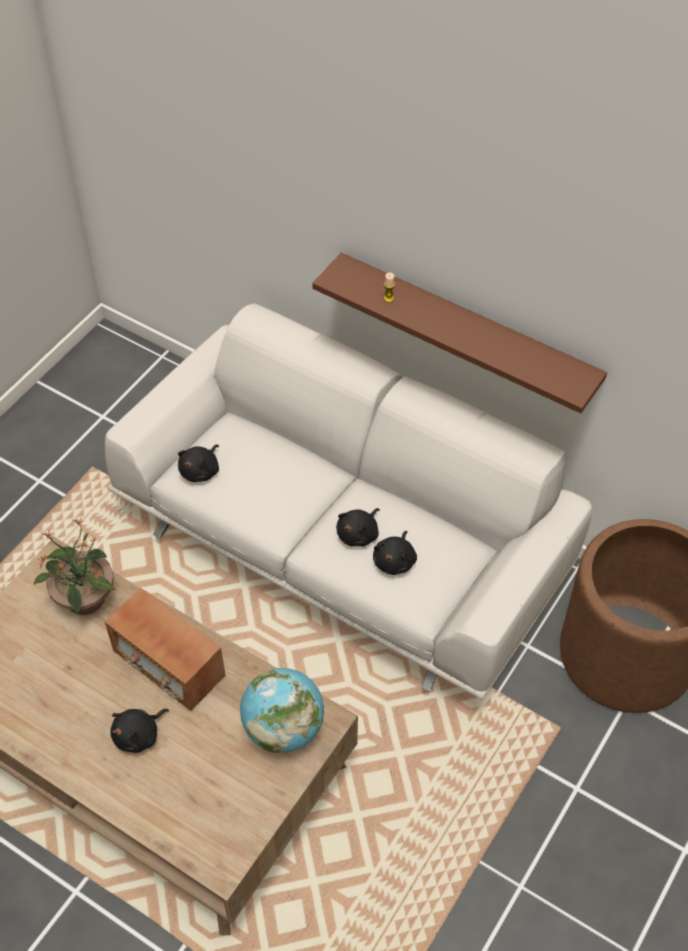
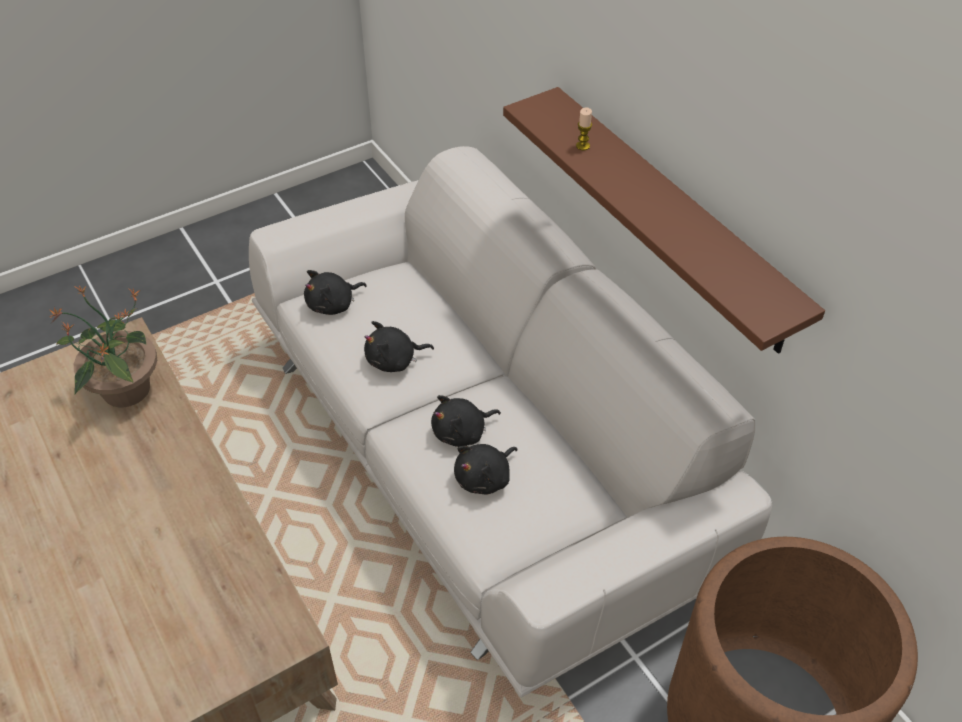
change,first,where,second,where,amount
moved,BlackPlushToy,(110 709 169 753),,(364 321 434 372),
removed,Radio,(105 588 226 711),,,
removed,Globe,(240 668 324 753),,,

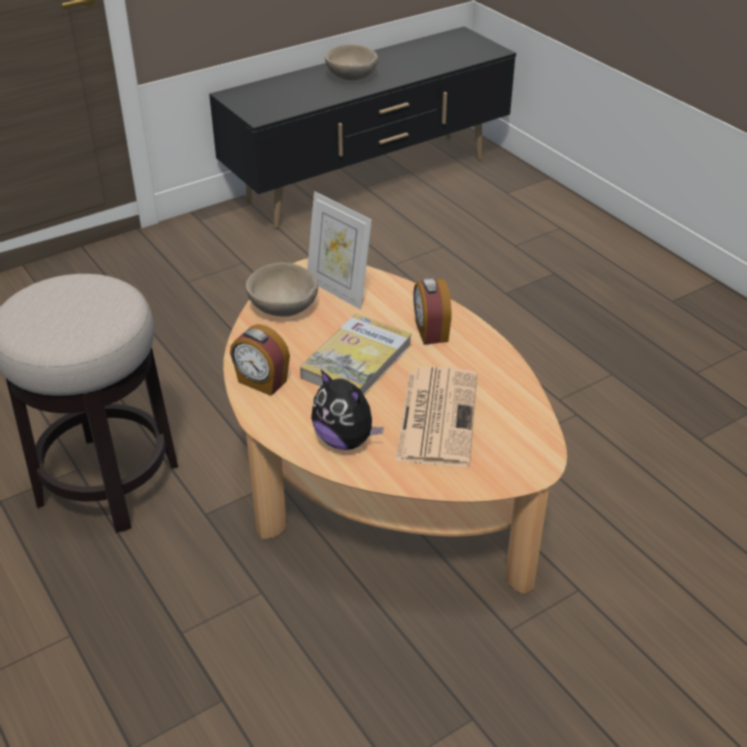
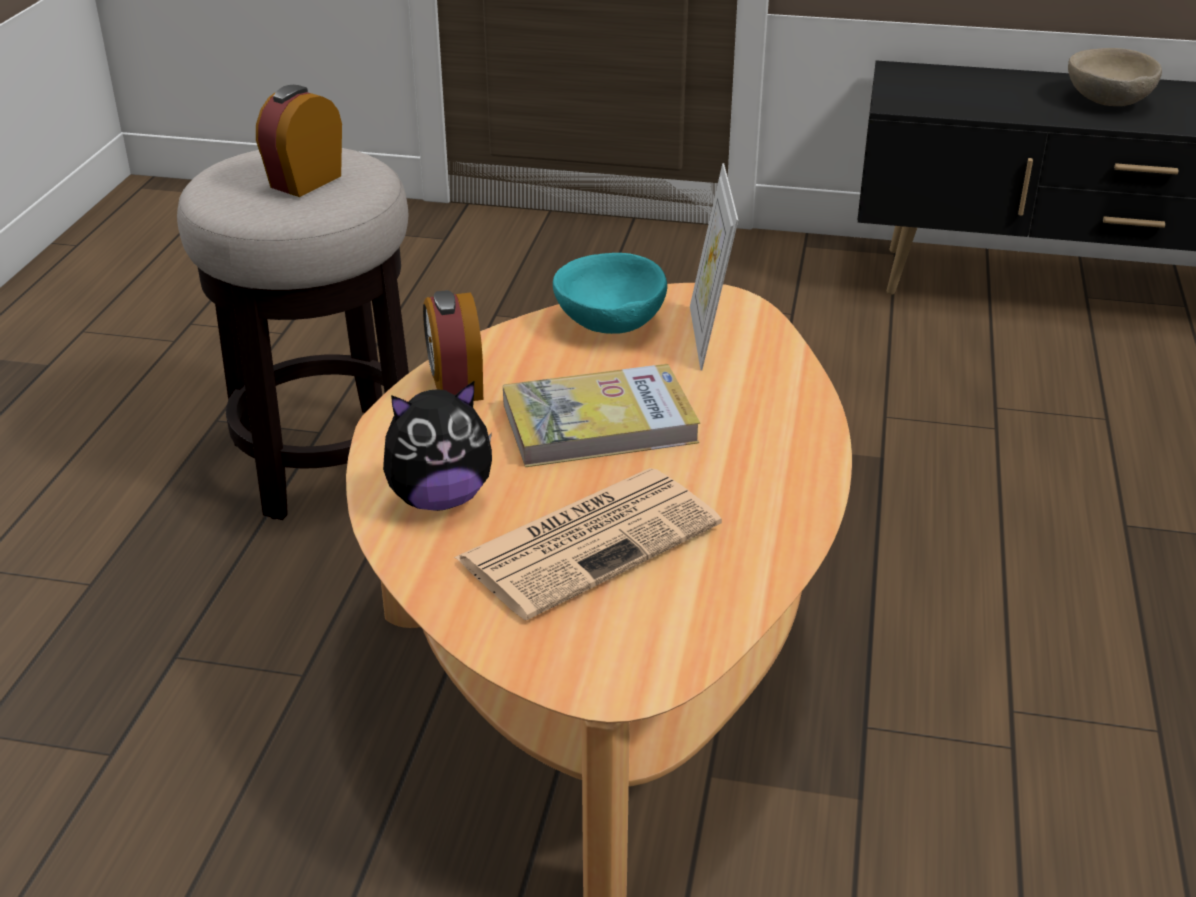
change,first,where,second,where,amount
moved,AlarmClock,(413 277 451 345),,(256 85 342 197),
turned,PlushToy,(311 370 384 450),,(383 381 492 511),105 degrees counterclockwise
recoloured,BeigeBowl,(246 263 318 317),TurquoiseBowl,(553 253 667 334),

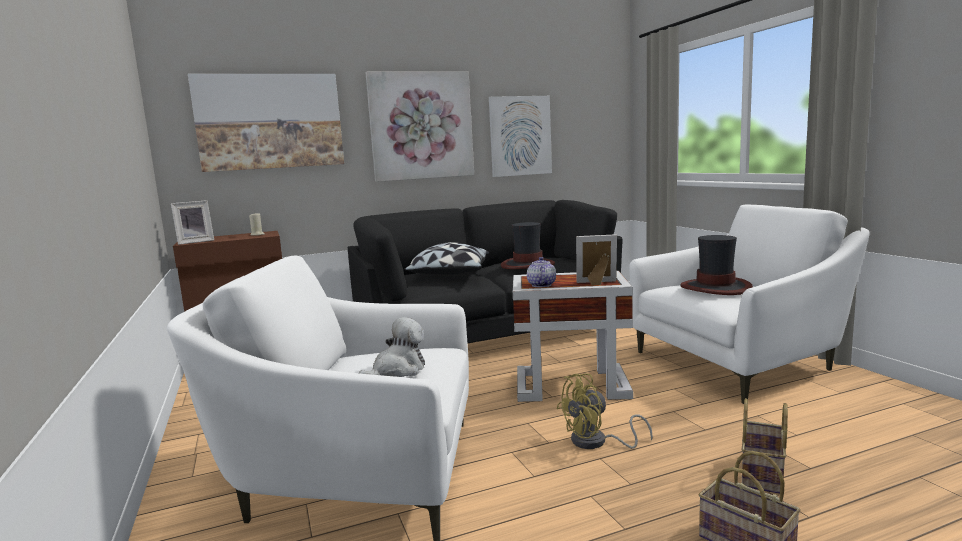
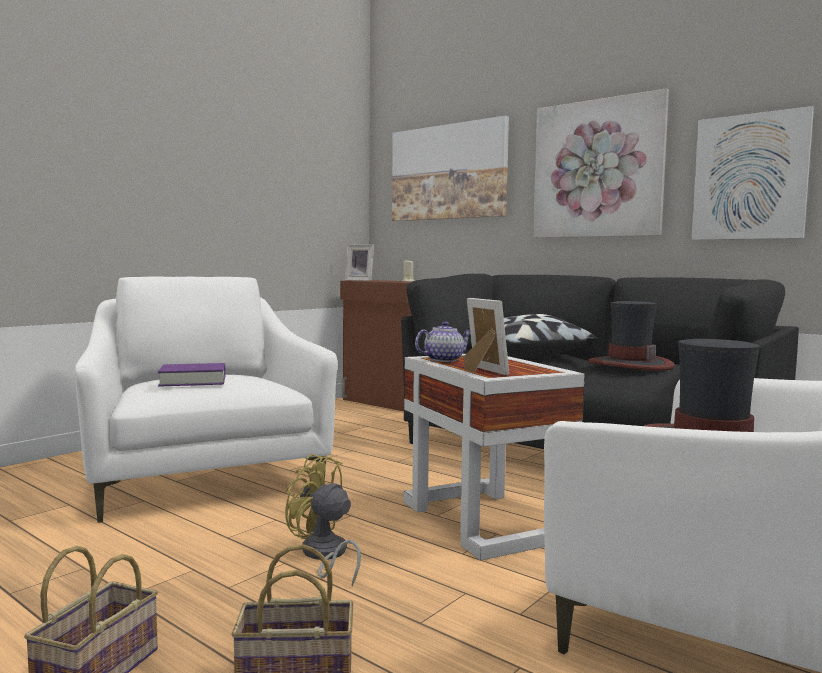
change,first,where,second,where,amount
replaced,PlushToy,(359 317 425 377),PurpleBook,(158 363 225 387),

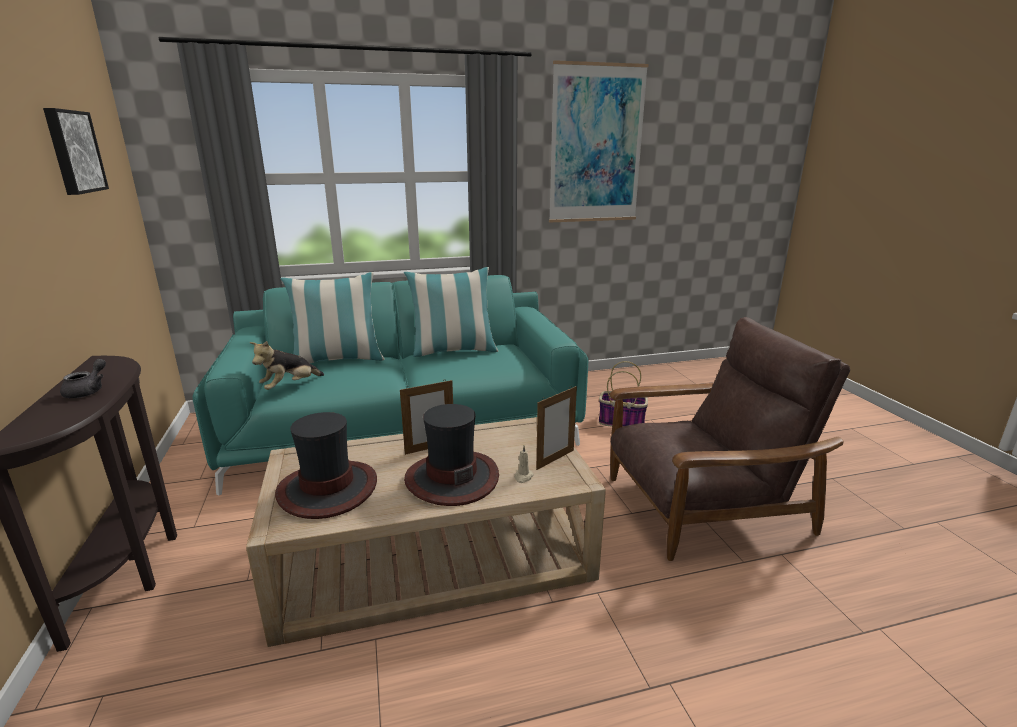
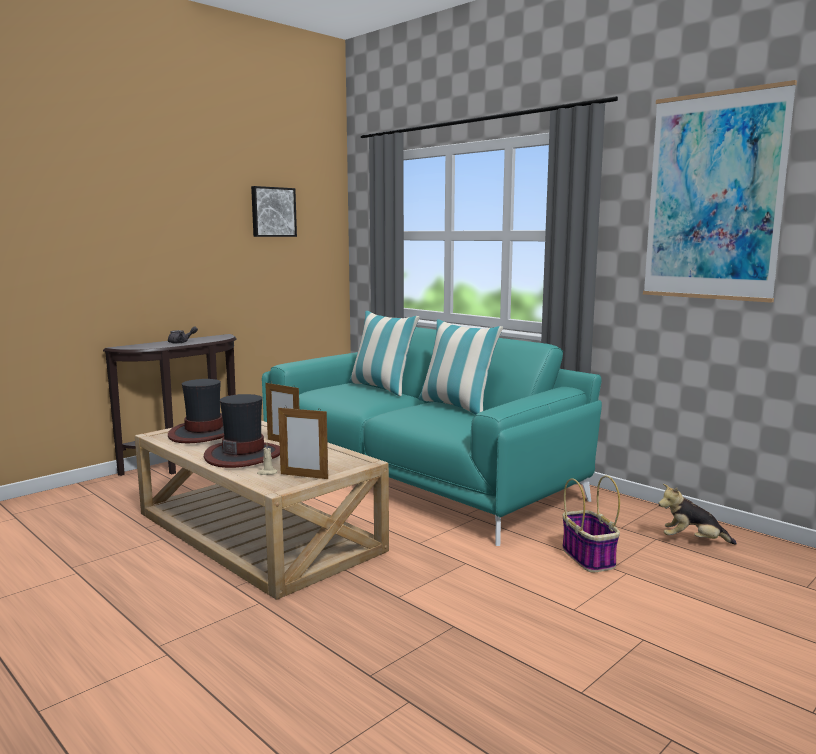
change,first,where,second,where,amount
moved,PlushToy,(250 341 324 390),,(658 484 737 545),
removed,BrownArmchair,(609 317 850 561),,,

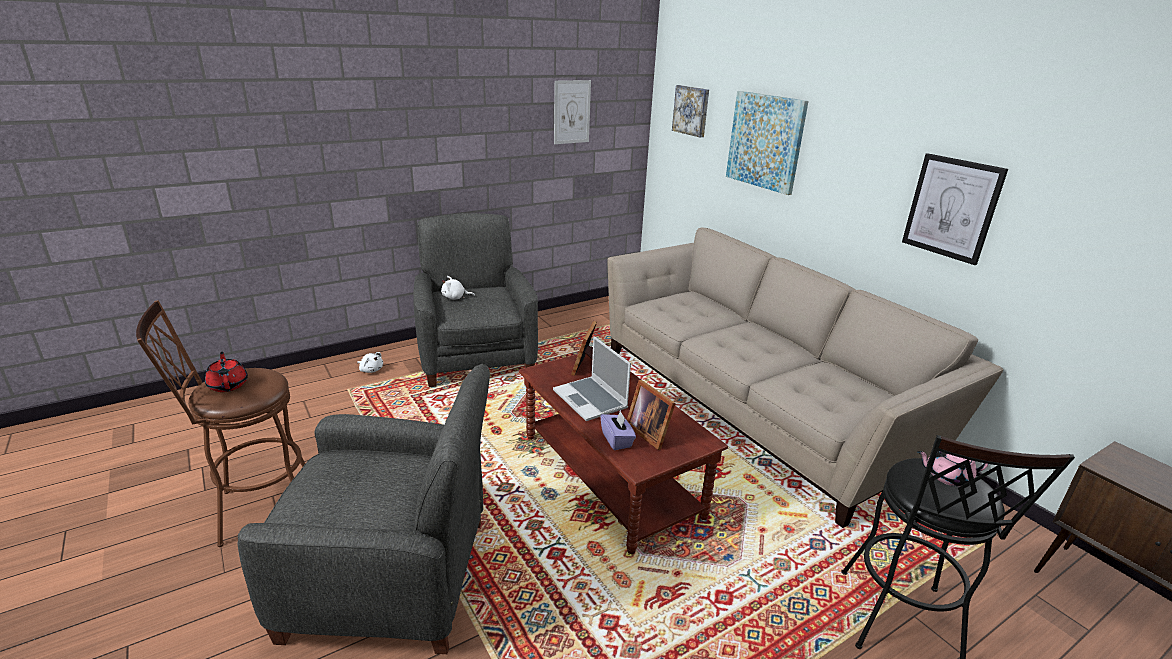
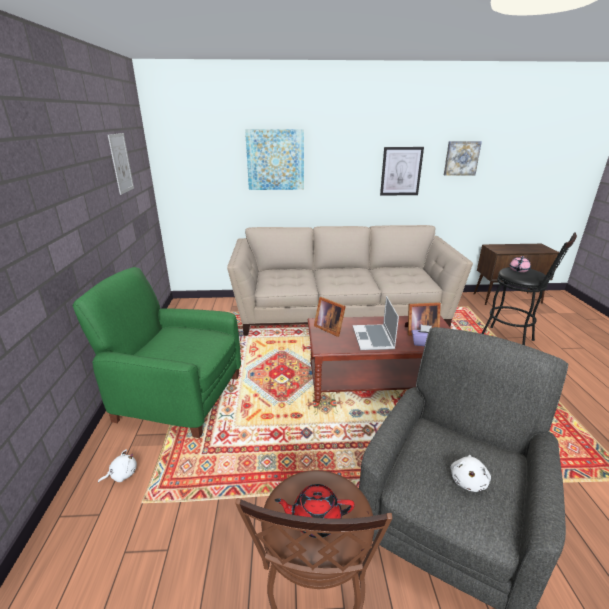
change,first,where,second,where,amount
recoloured,GreyArmchair,(413 213 538 387),GreenArmchair,(73 267 241 438),
turned,Laptop,(553 336 631 421),,(353 296 399 350),90 degrees clockwise
moved,Picture,(672 85 709 137),,(444 141 482 176),
moved,WhitePlushToy,(441 276 475 299),,(450 455 491 492),

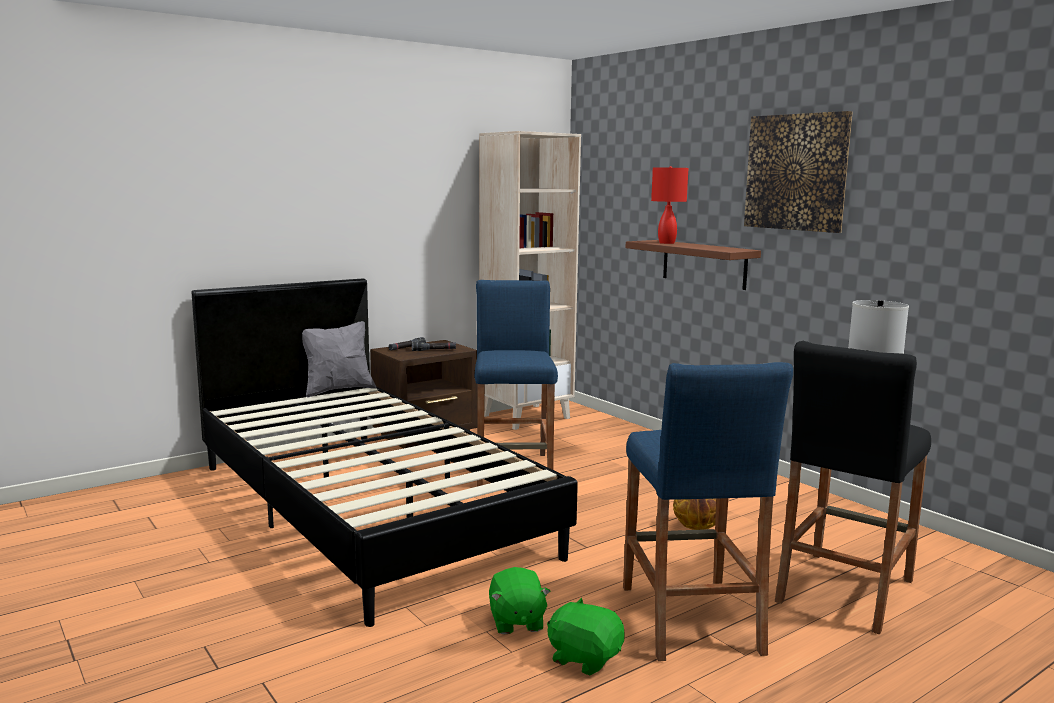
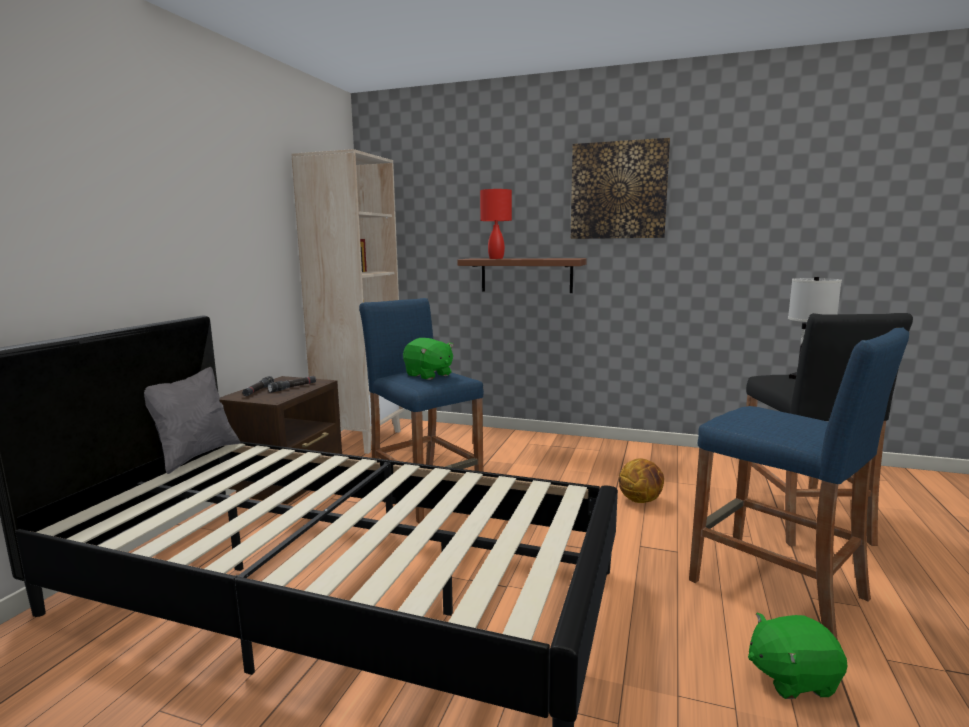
change,first,where,second,where,amount
moved,GreenPlushToy,(489 567 551 635),,(403 338 454 380),

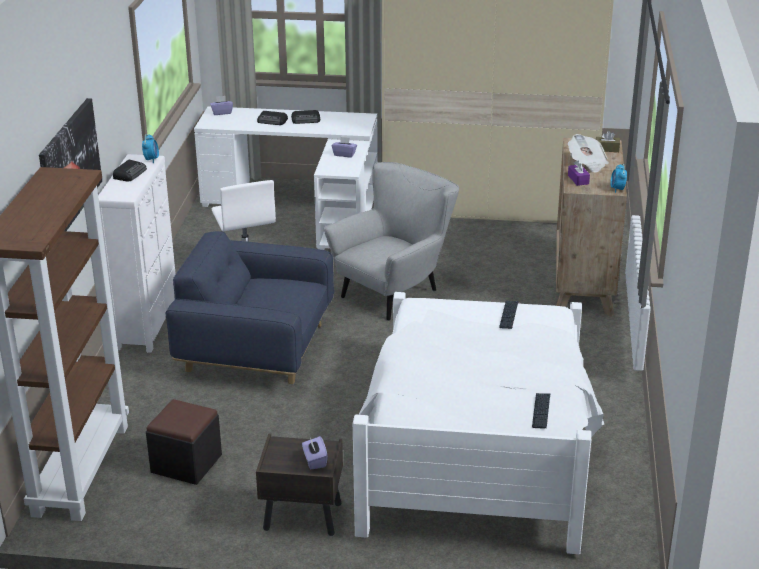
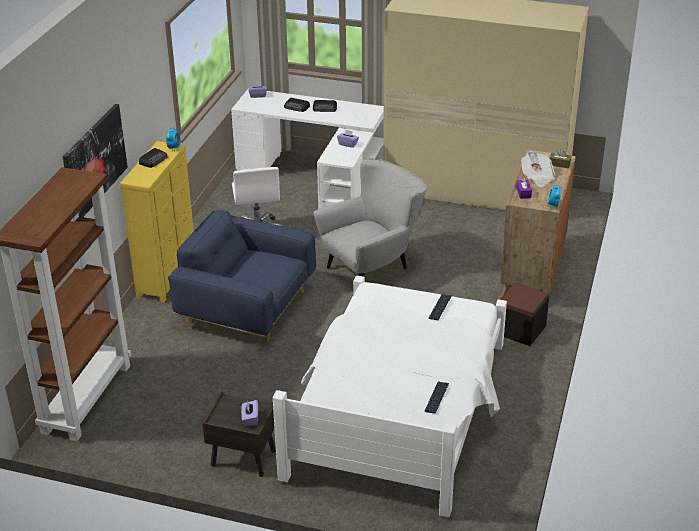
change,first,where,second,where,amount
recoloured,WhiteDresser,(98 154 176 353),YellowDresser,(120 141 194 303),
moved,BlackOttoman,(146 399 222 485),,(500 283 549 346),

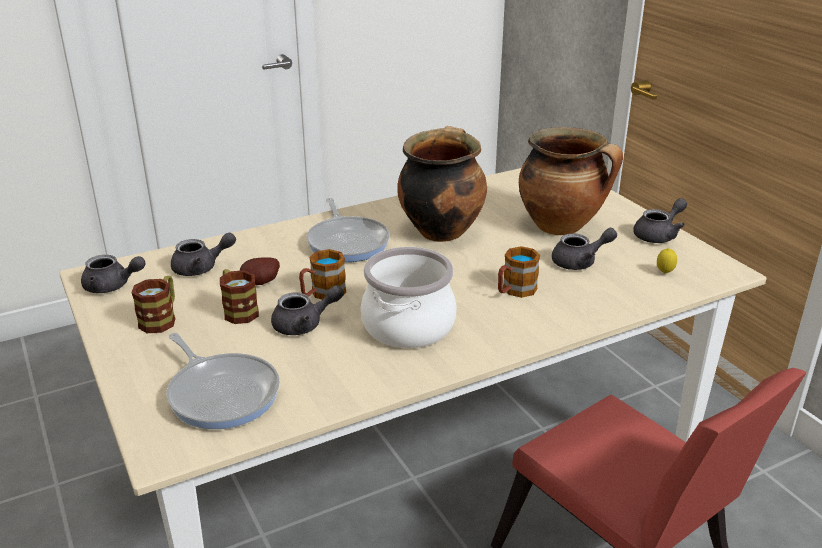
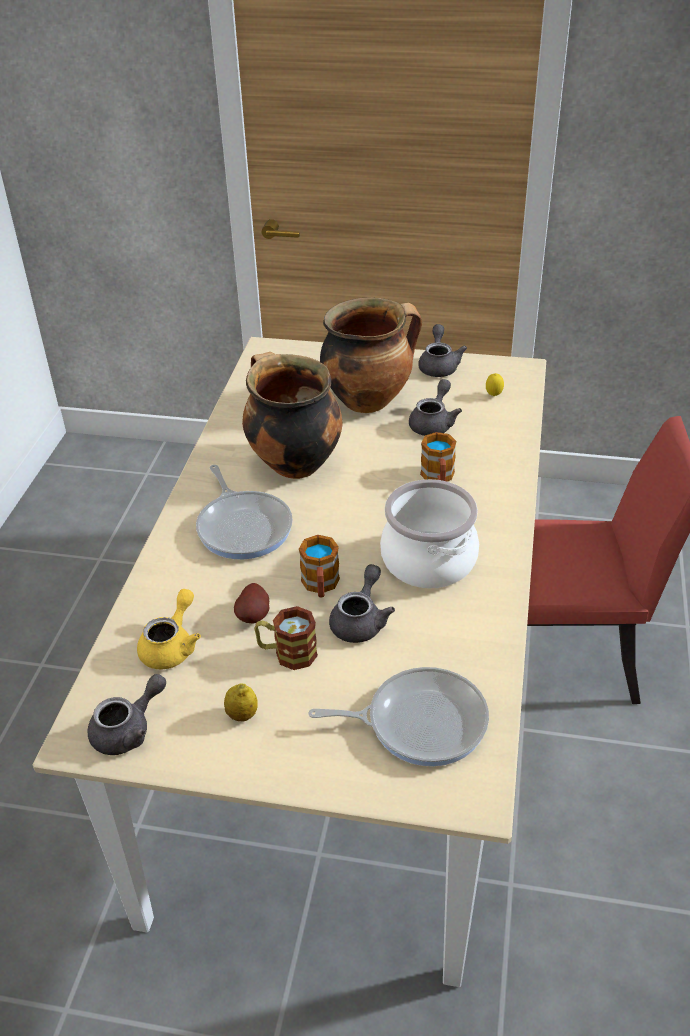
change,first,where,second,where,amount
recoloured,GreyTeapot,(171 233 236 276),YellowTeapot,(137 589 201 669),
turned,FryingPan,(306 198 390 262),,(196 465 293 560),45 degrees clockwise
replaced,Mug,(131 276 176 333),Lemon,(224 684 258 721),

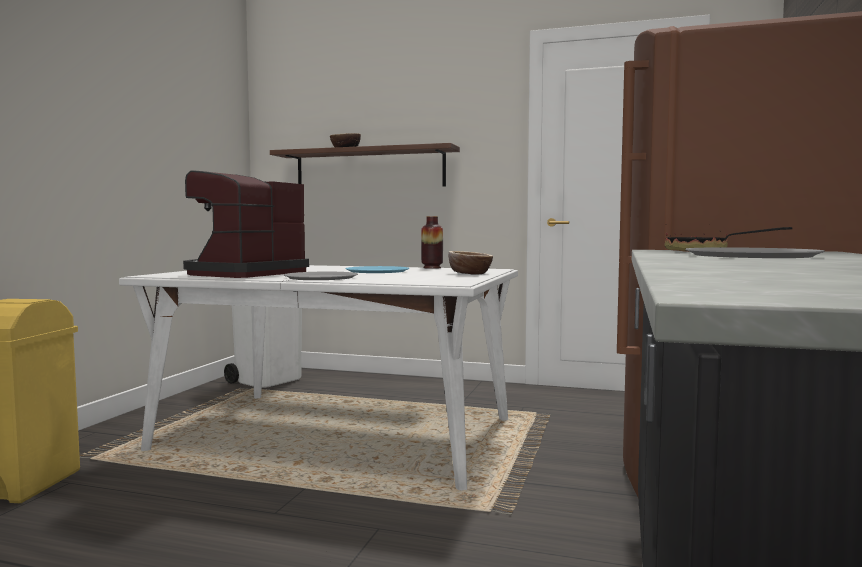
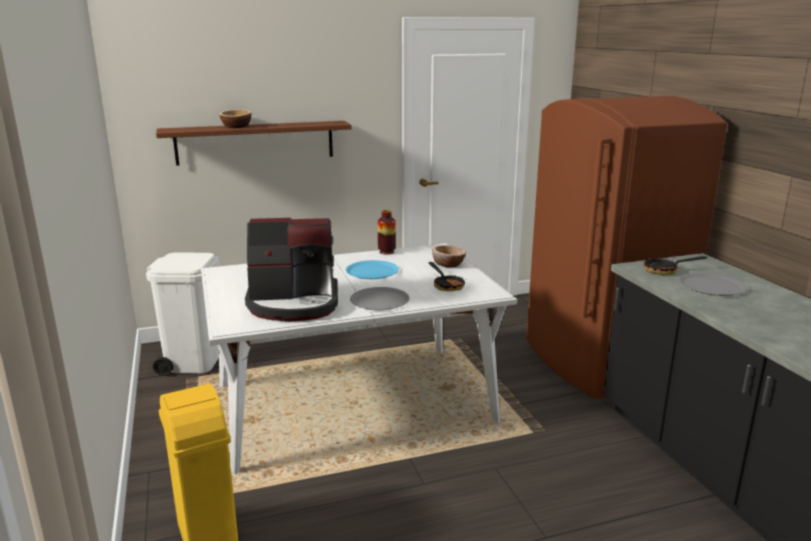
change,first,where,second,where,amount
turned,CoffeeMachine,(183 170 309 278),,(245 218 338 321),90 degrees counterclockwise
added,,,FryingPan,(429 262 465 291),

